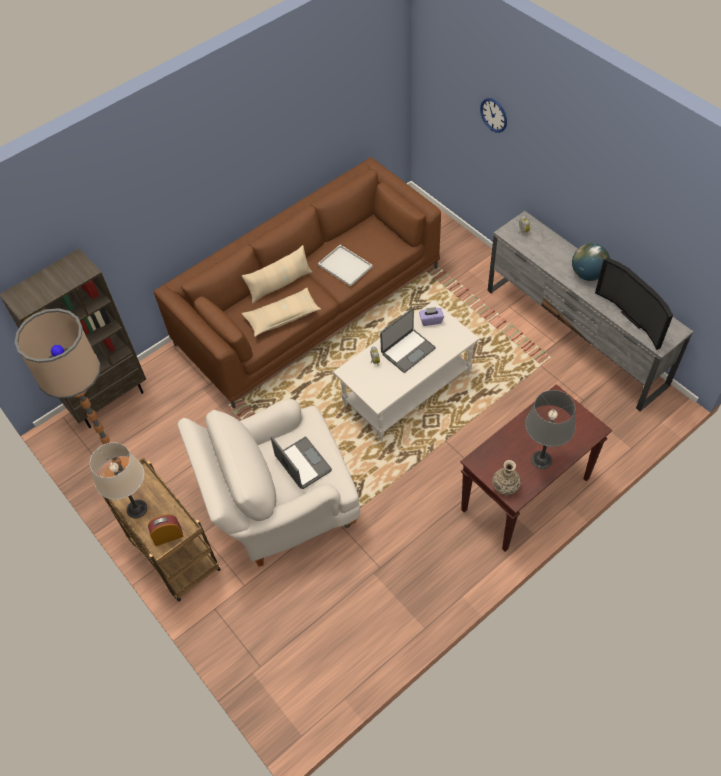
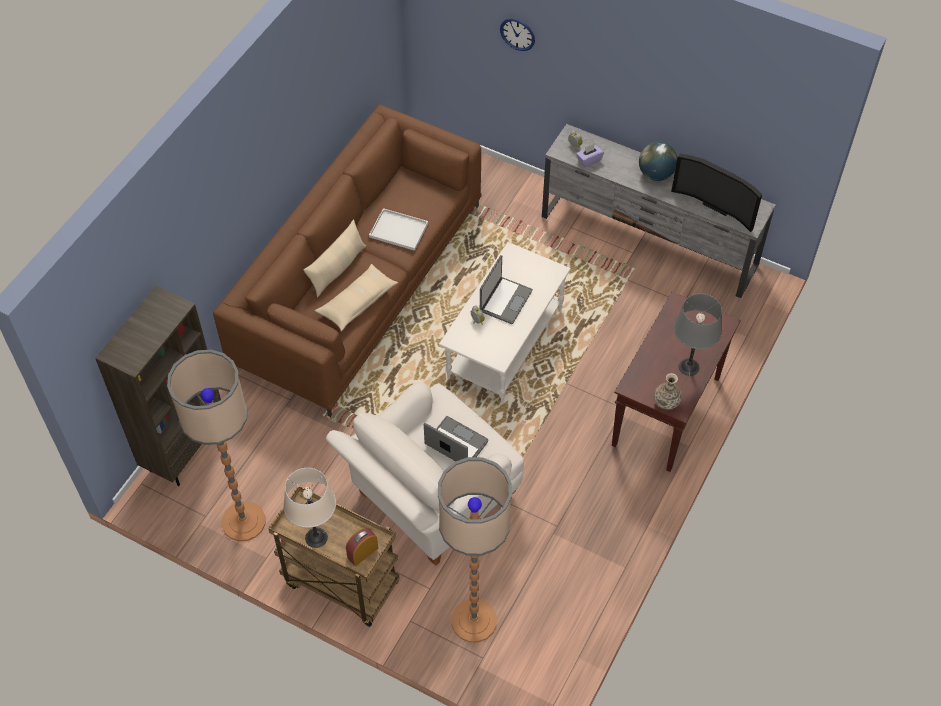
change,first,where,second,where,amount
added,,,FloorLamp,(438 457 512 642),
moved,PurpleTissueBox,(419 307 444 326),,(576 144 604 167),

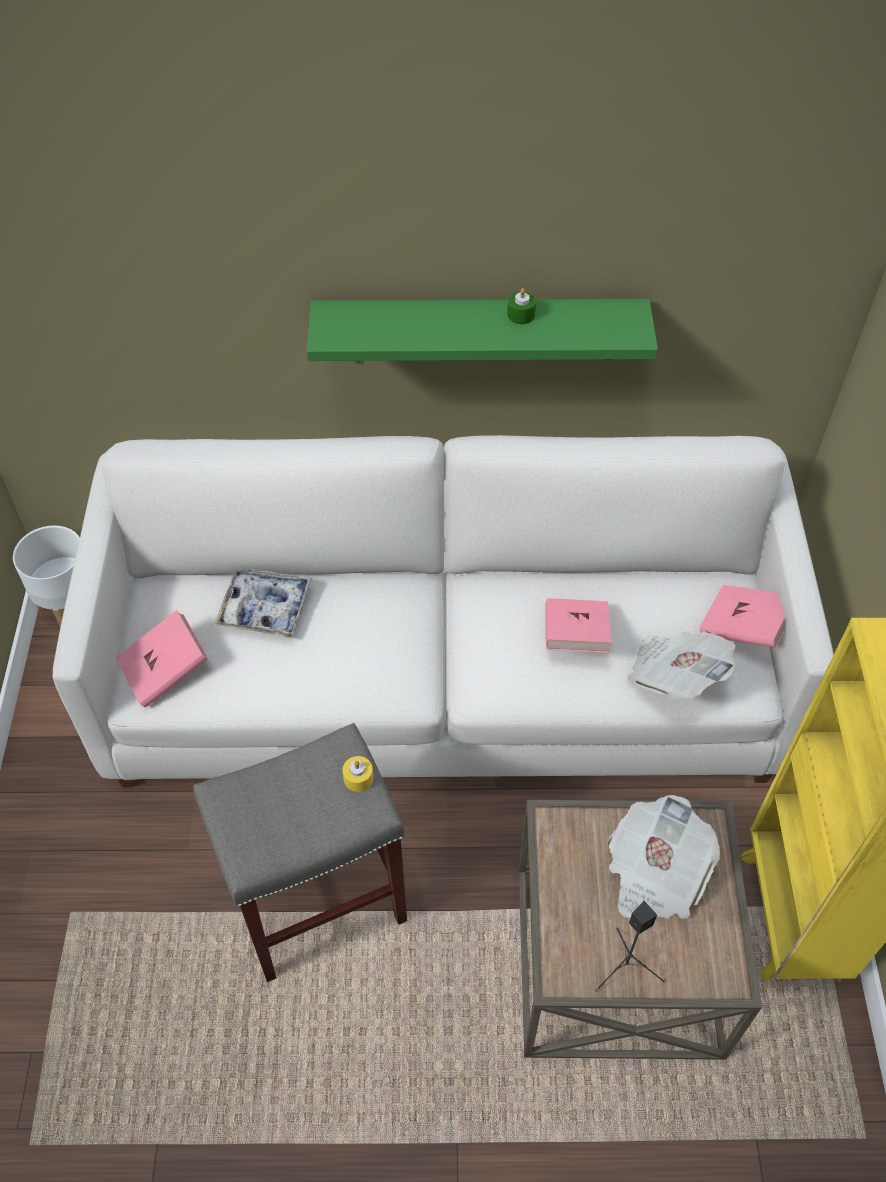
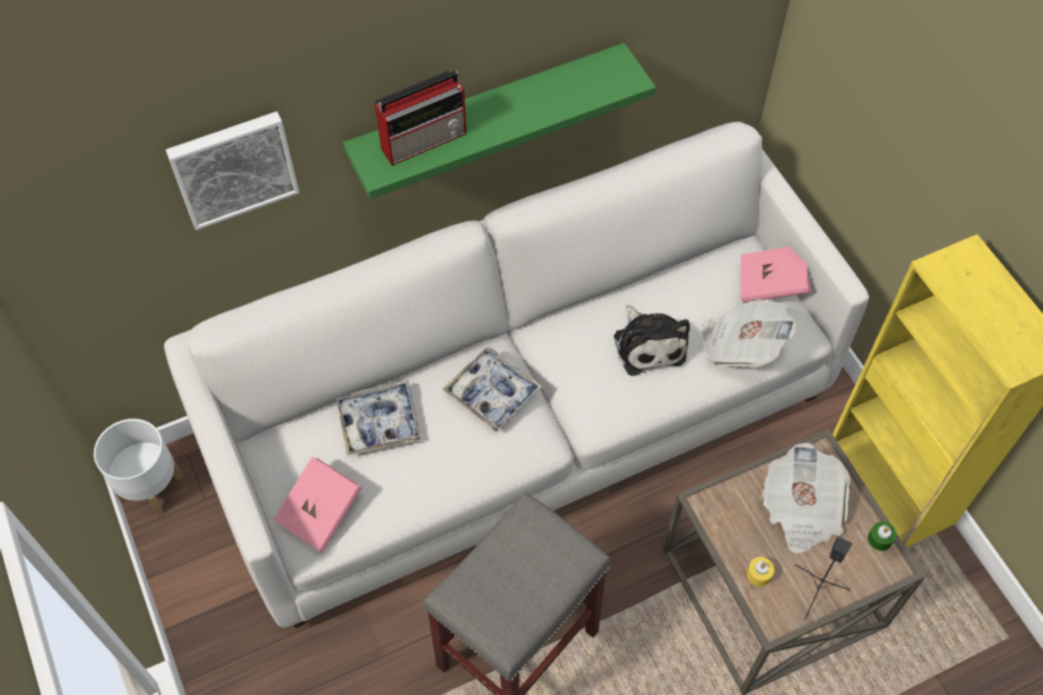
change,first,where,second,where,amount
added,,,Picture,(166 111 299 230),
added,,,Radio,(374 71 467 166),
added,,,Tray,(442 347 543 433),
replaced,PinkBook,(545 598 612 653),PlushToy,(614 305 690 376),
moved,YellowCandle,(343 756 373 792),,(747 557 774 587),
moved,GreenCandle,(507 288 536 324),,(868 522 897 551),

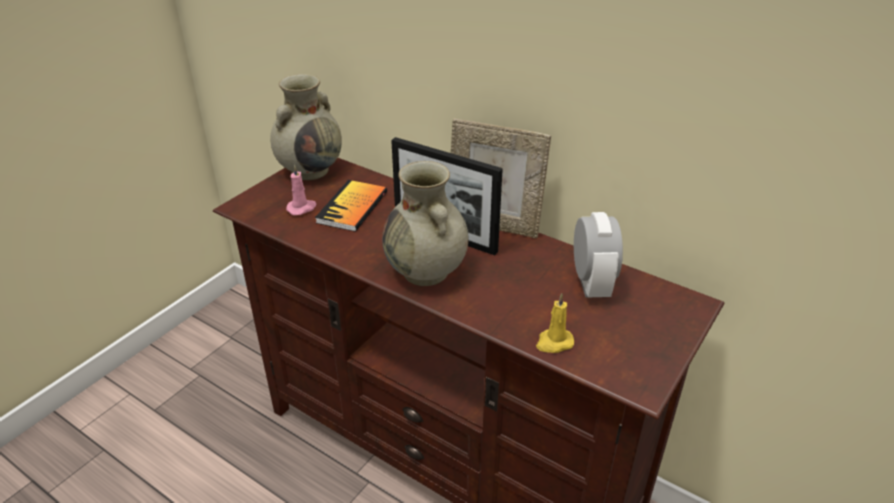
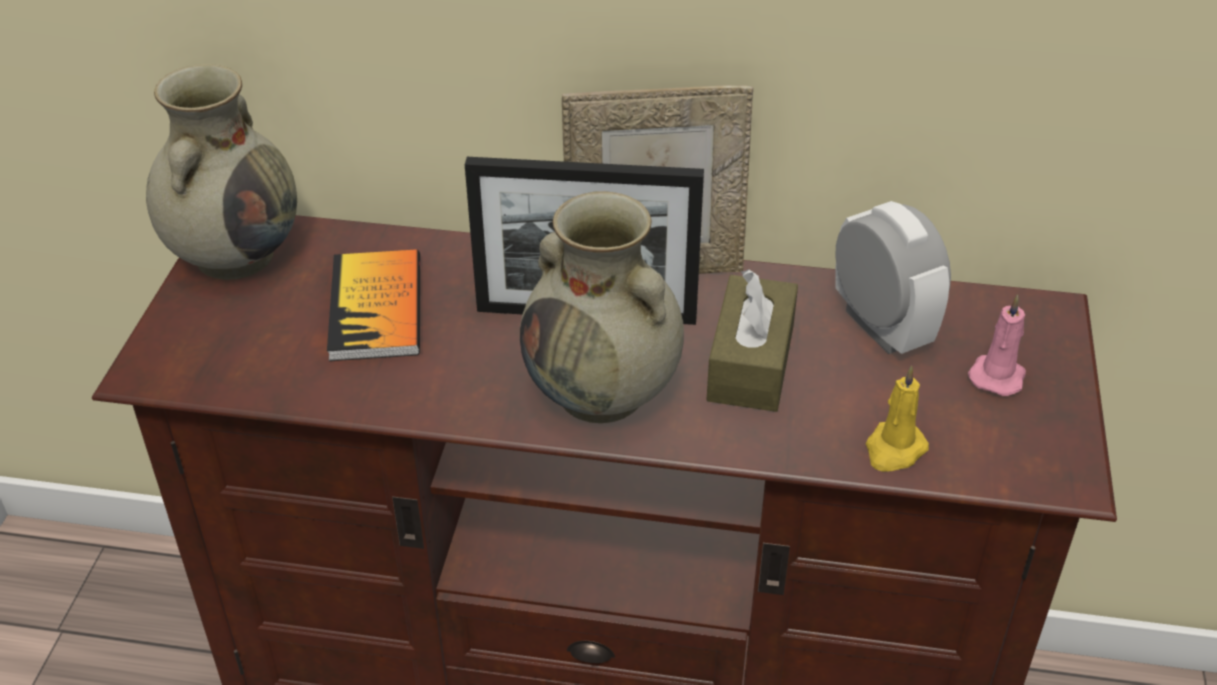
change,first,where,second,where,amount
added,,,BrownTissueBox,(707 269 798 412),
moved,PinkCandle,(286 165 317 215),,(968 295 1026 396),

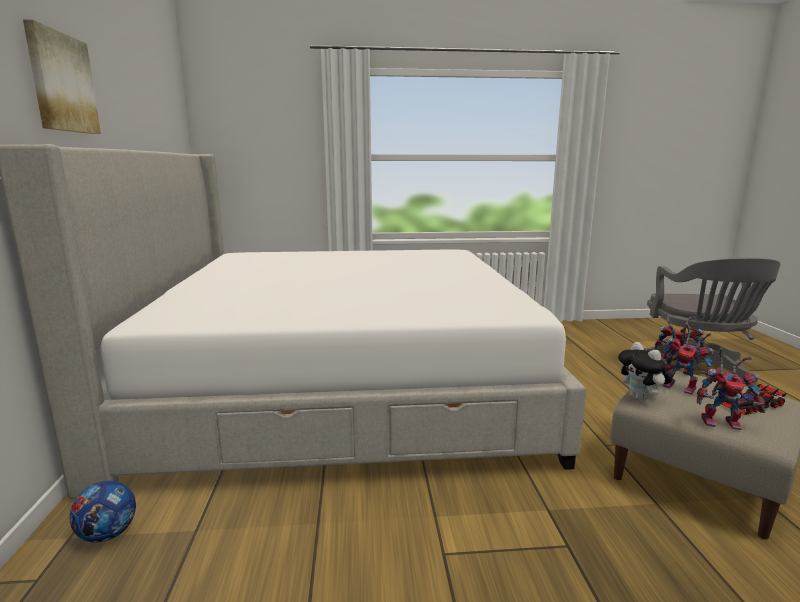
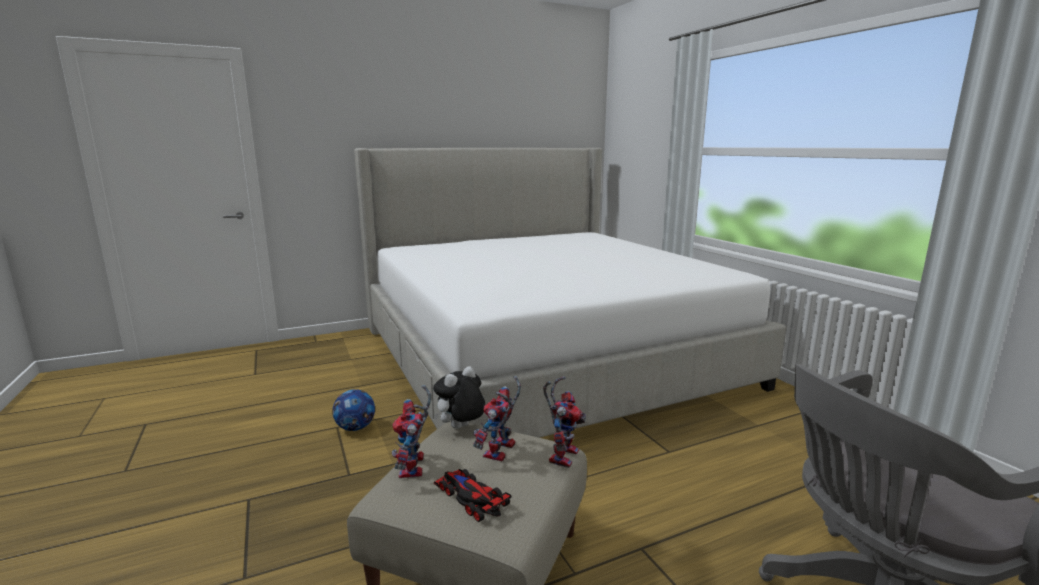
change,first,where,second,where,amount
moved,Football,(69 480 136 542),,(332 389 375 431),
removed,Picture,(23 20 101 134),,,

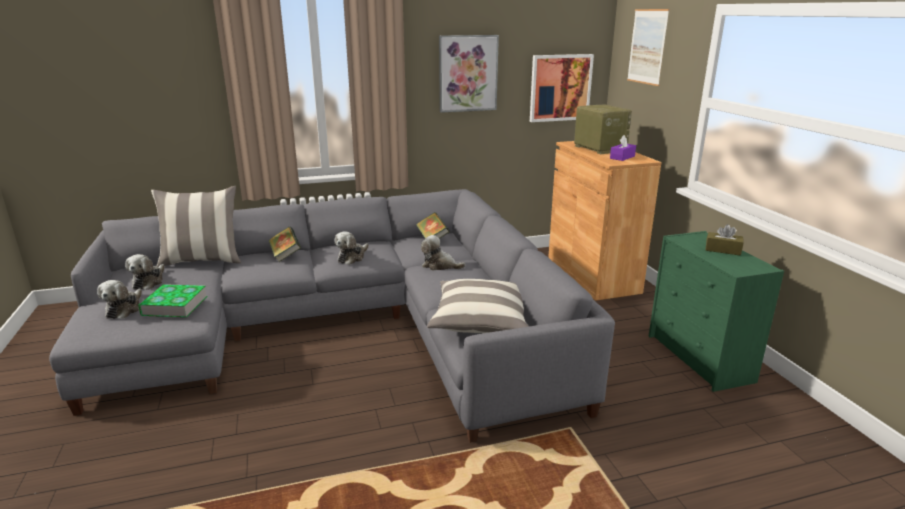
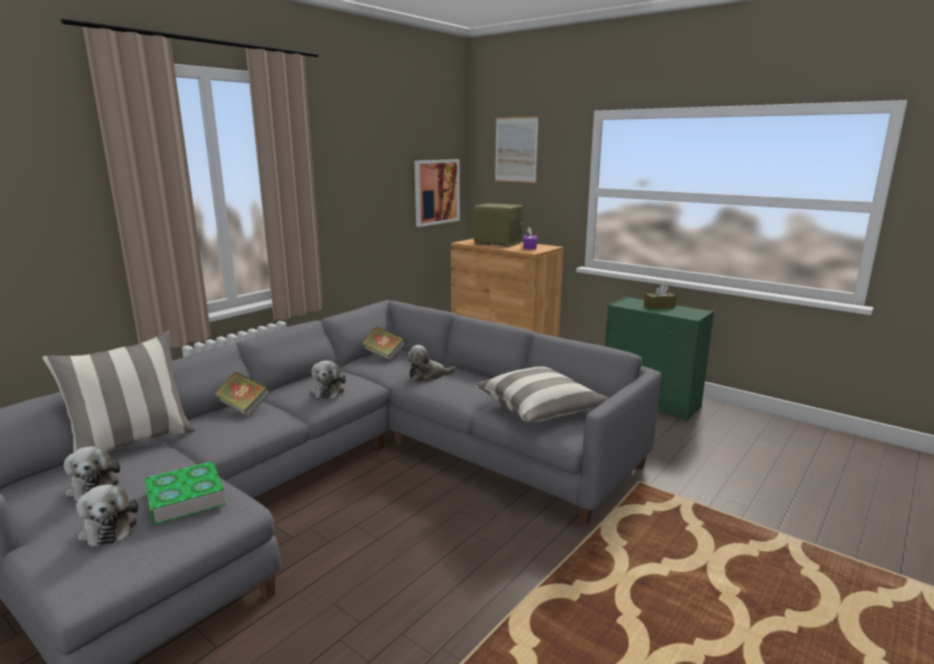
change,first,where,second,where,amount
removed,Picture,(439 35 499 113),,,

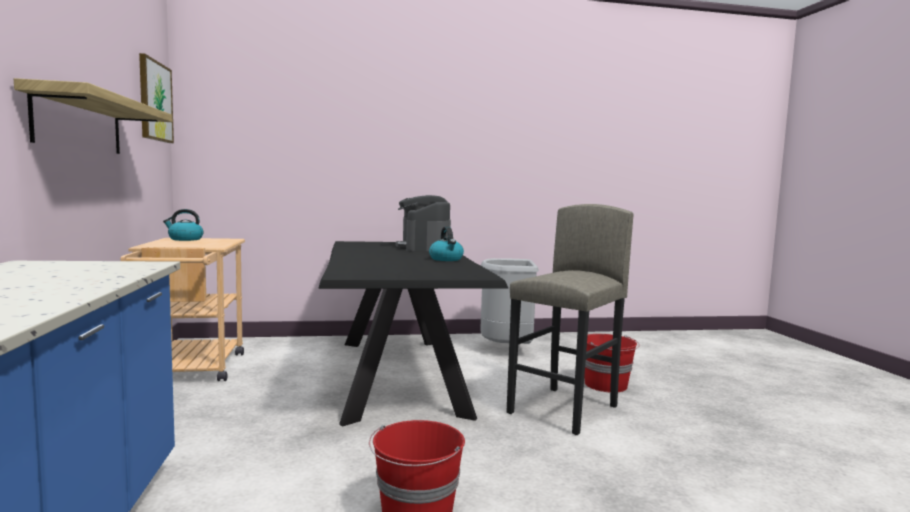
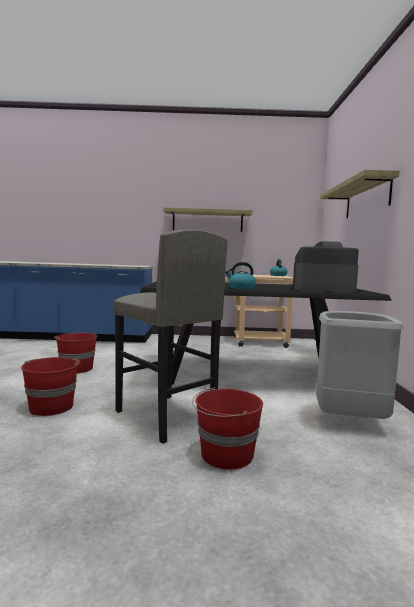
change,first,where,second,where,amount
added,,,RedBucket,(21 357 80 416),
added,,,Shelf,(320 170 399 218),
removed,Picture,(139 53 174 143),,,

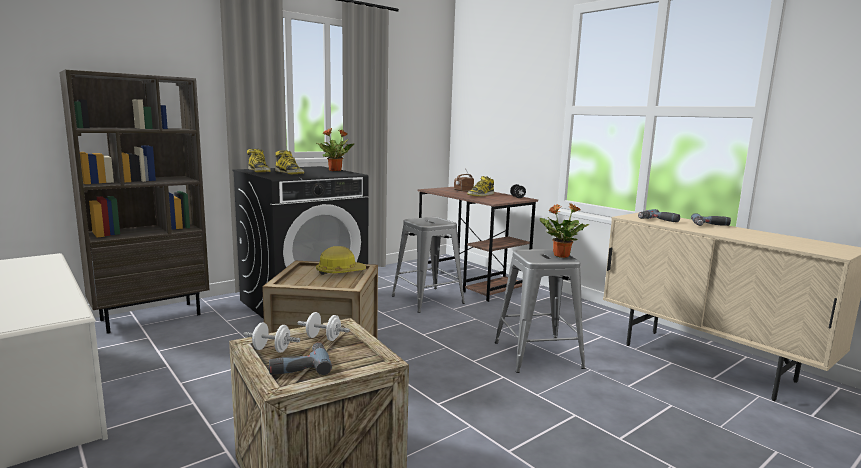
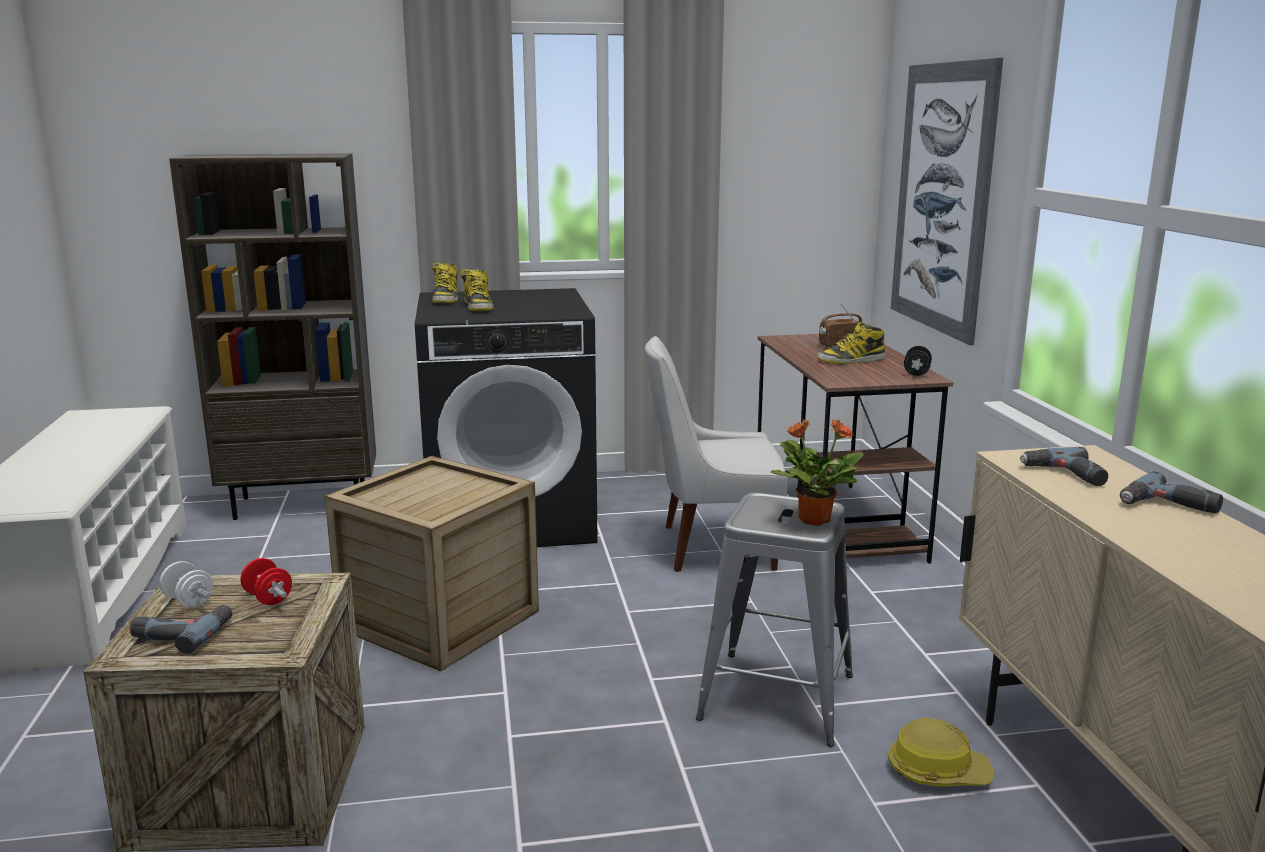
change,first,where,second,where,amount
recoloured,WhiteDumbbell,(298 312 350 341),RedDumbbell,(240 558 292 605),
replaced,GreyStool,(392 217 465 313),WhiteChair,(645 336 788 572),
moved,HardHat,(316 246 366 275),,(888 718 993 787),
added,,,Picture,(891 58 1003 345),
removed,PottedPlant,(317 128 354 171),,,

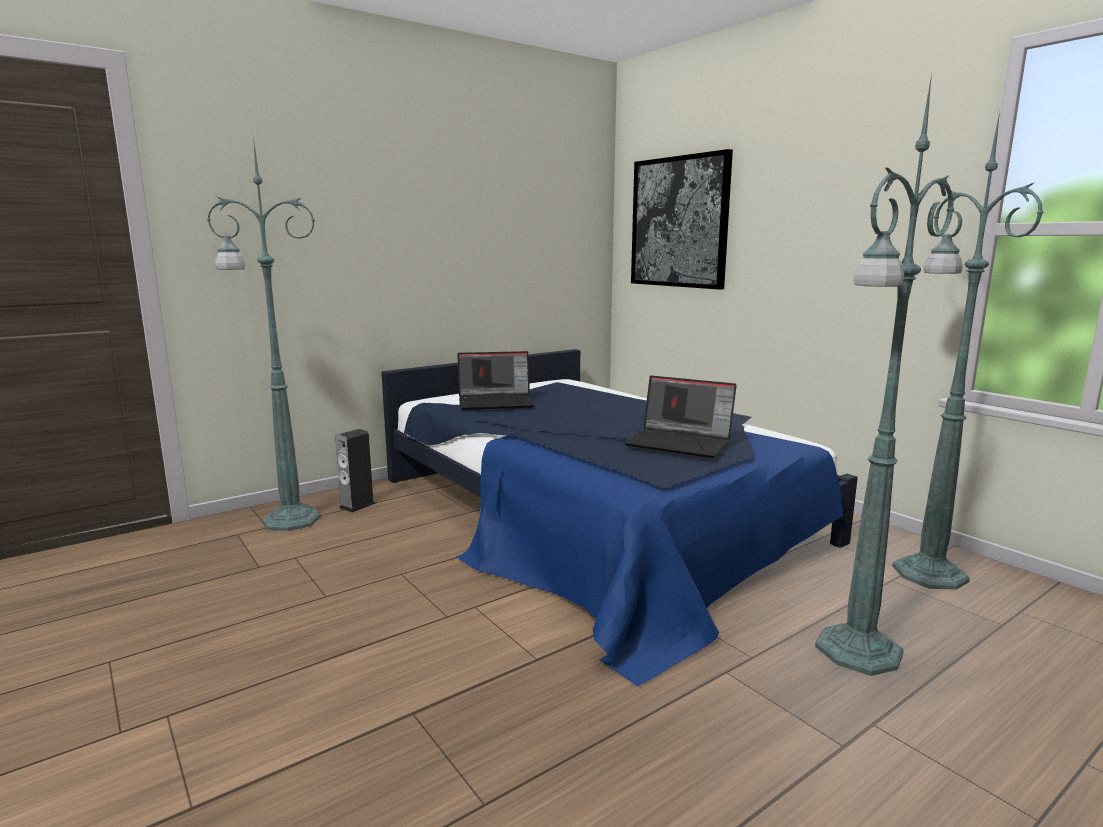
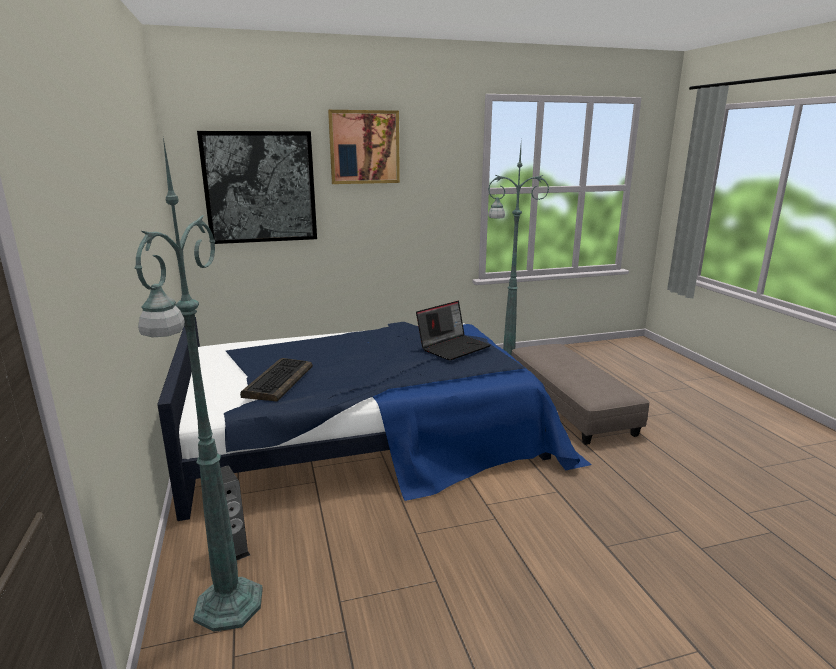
change,first,where,second,where,amount
replaced,Laptop,(457 351 534 410),Keyboard,(240 358 313 401),
added,,,Picture,(328 110 400 184),
replaced,GreenFloorLamp,(815 73 954 676),GreyOttoman,(511 344 649 445),

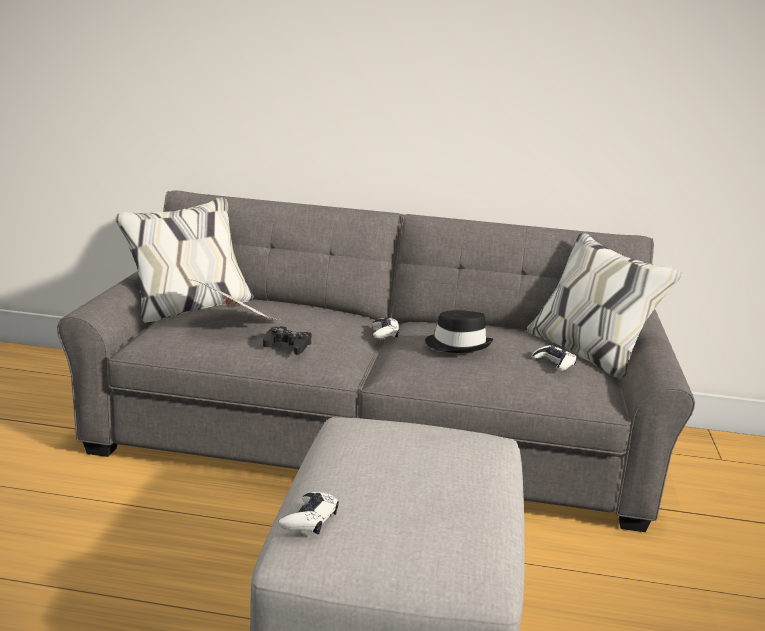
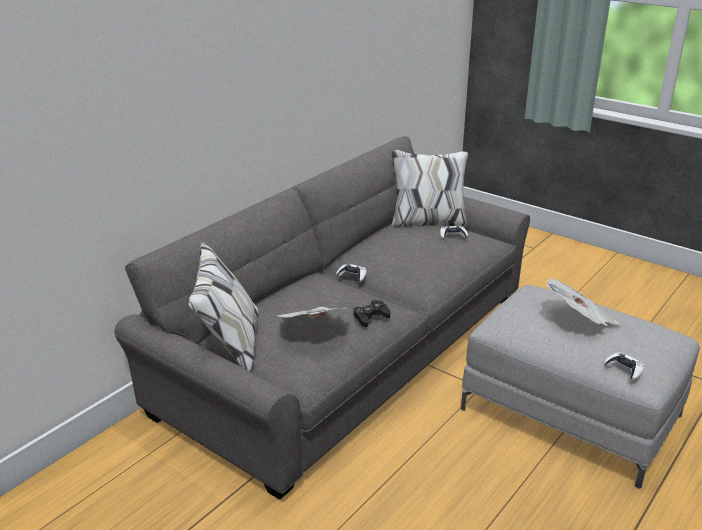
change,first,where,second,where,amount
added,,,Newspaper,(545 279 620 326),
removed,BlackHat,(425 310 493 353),,,

